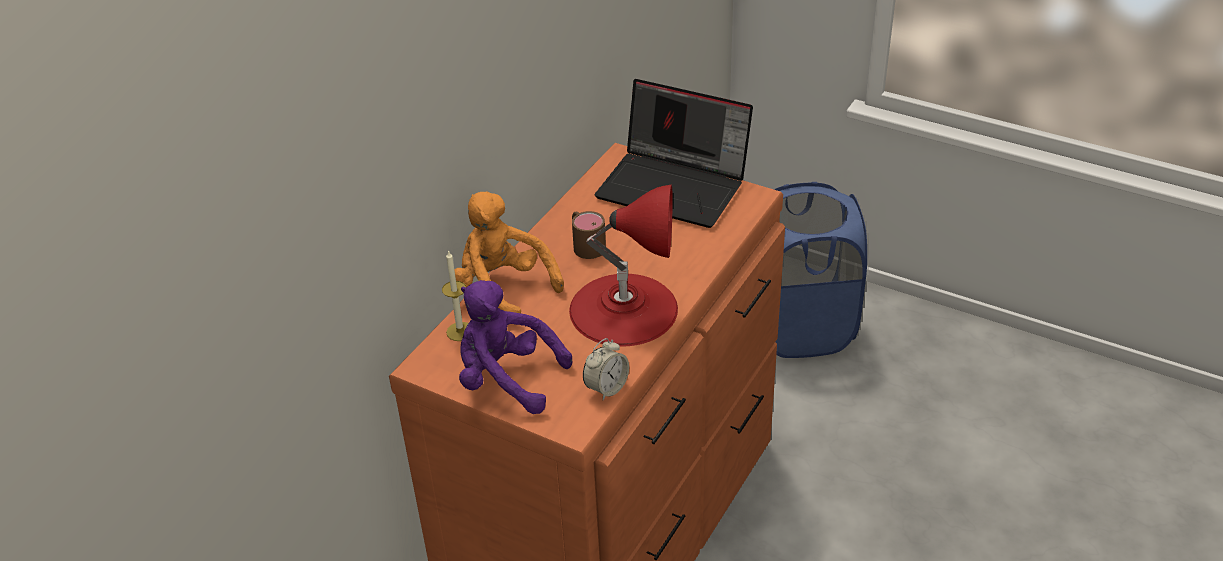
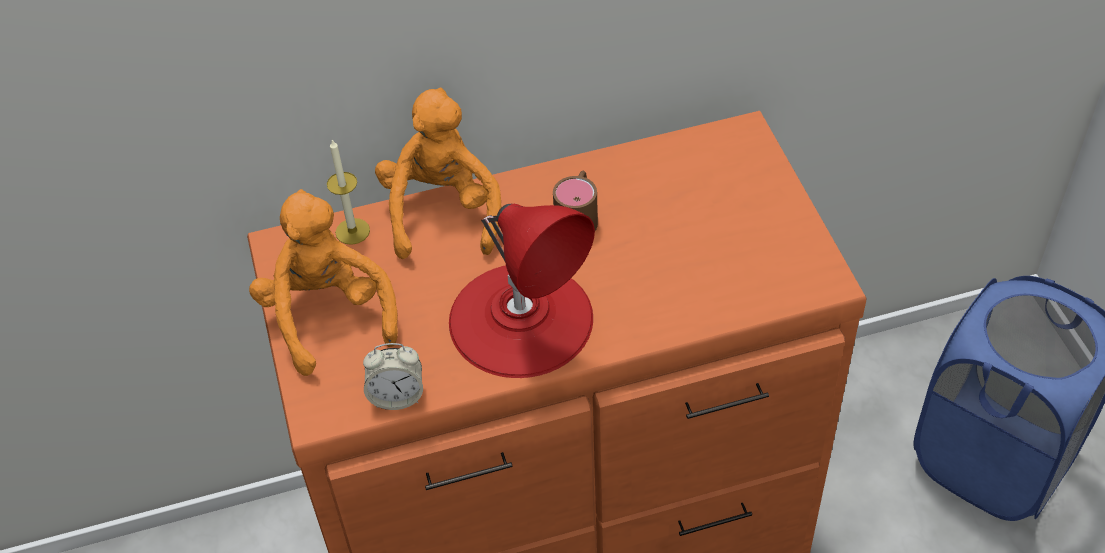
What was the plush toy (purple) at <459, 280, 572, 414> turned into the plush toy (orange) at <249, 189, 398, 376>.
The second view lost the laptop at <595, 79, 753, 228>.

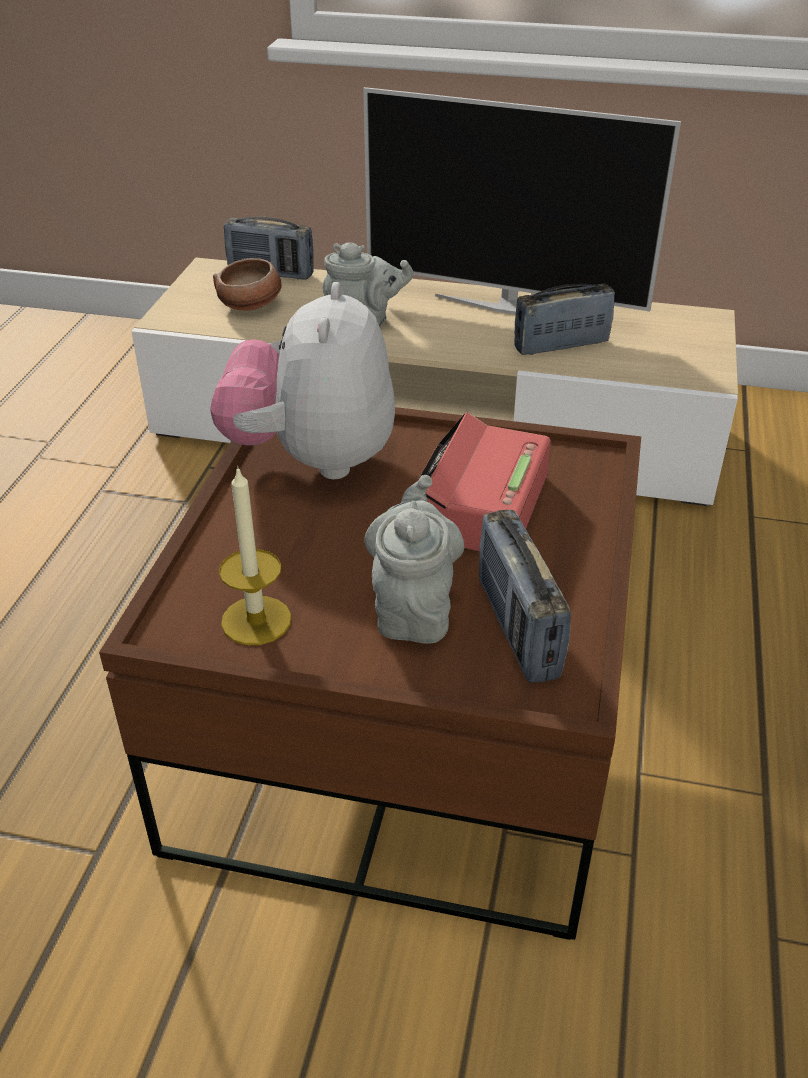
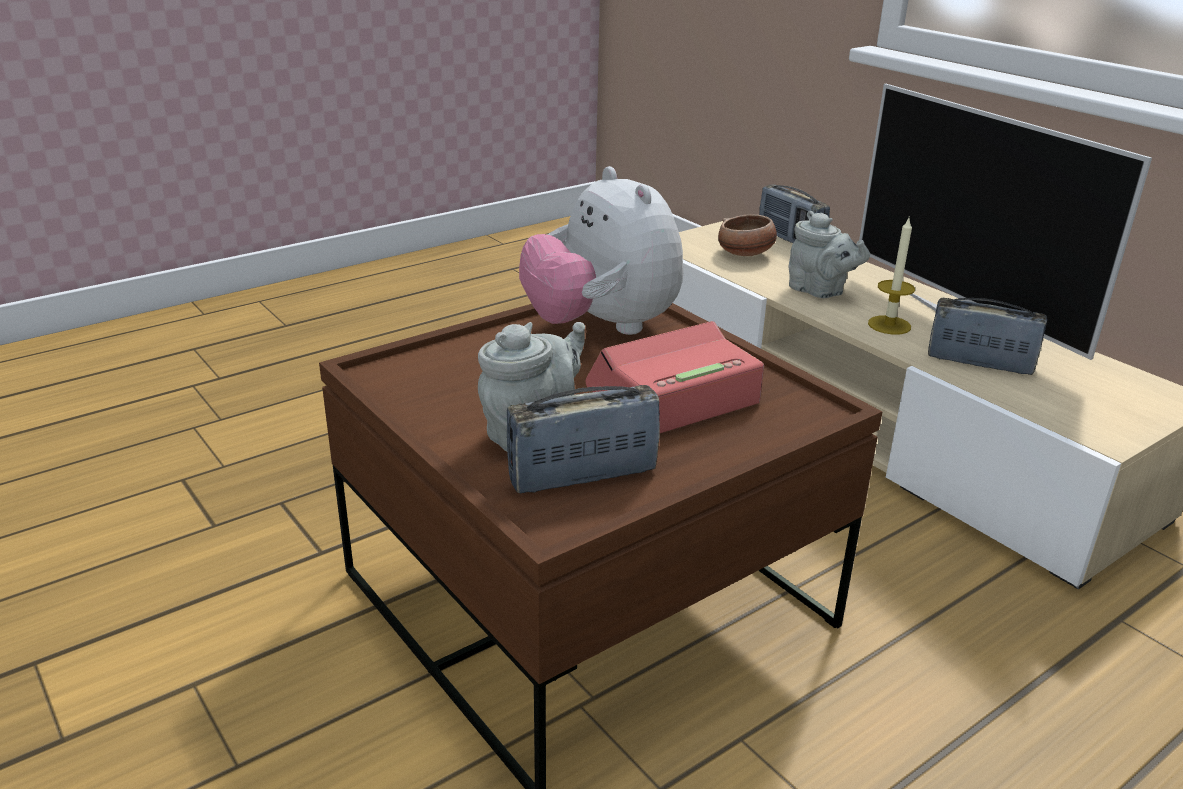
The plush toy at <210, 282, 395, 479> ended up facing another way, 75 degrees counterclockwise from before.
The candle ended up elsewhere, having gone from <219, 466, 291, 645> to <868, 218, 915, 335>.
The radio at <479, 510, 571, 683> ended up facing another way, 45 degrees clockwise from before.

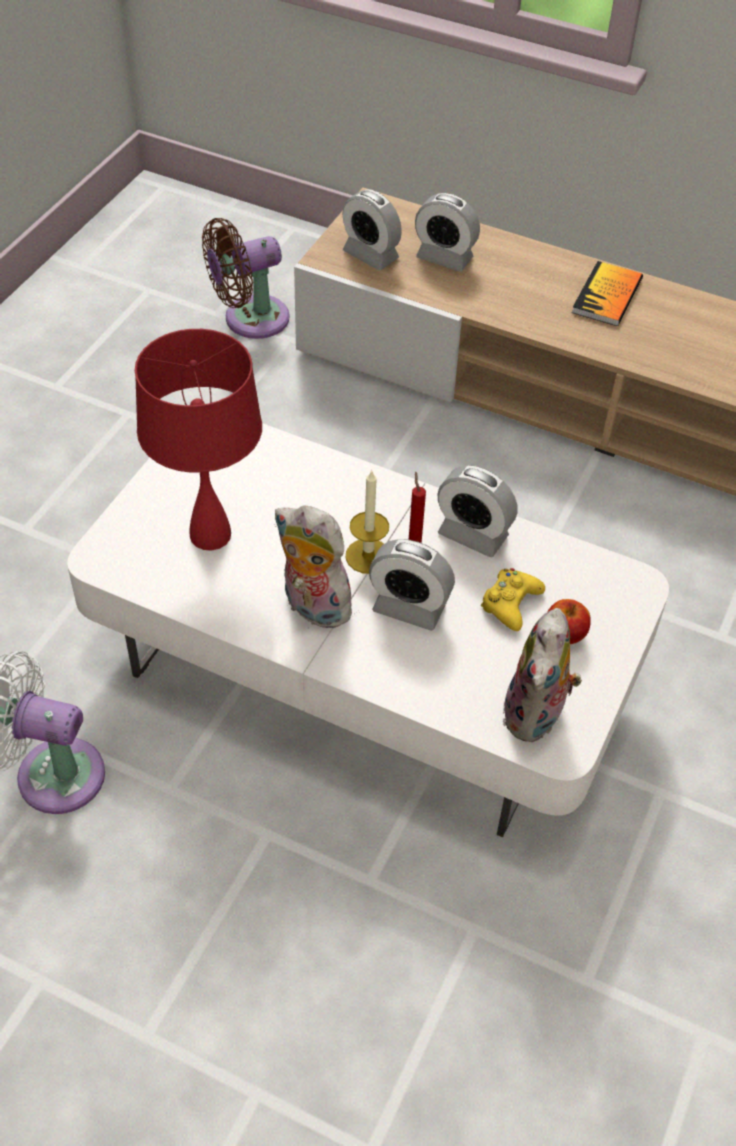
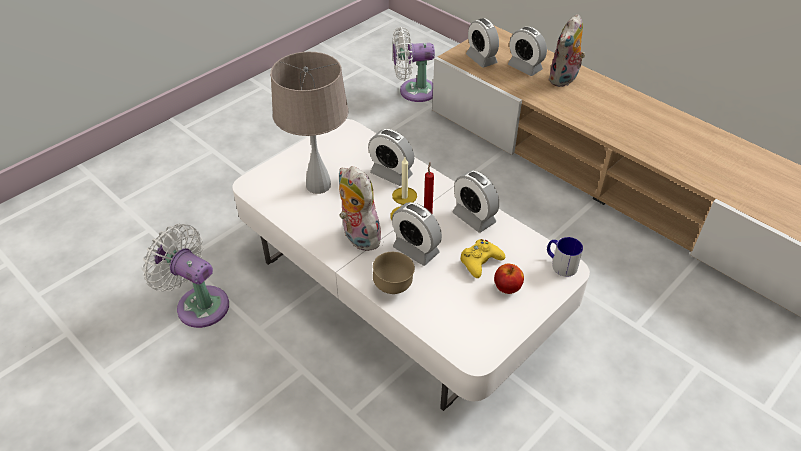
What was the table lamp (red) at <135, 329, 262, 551> turned into the table lamp (beige) at <270, 52, 348, 194>.
What was the fan (brown) at <202, 218, 289, 339> turned into the fan (white) at <392, 27, 435, 102>.
The plush toy ended up elsewhere, having gone from <503, 608, 582, 742> to <548, 14, 585, 87>.
The second view lost the book at <572, 261, 643, 326>.
The second view gained the alarm clock at <368, 129, 414, 186>.
The second view gained the bowl (brown) at <373, 252, 415, 294>.
The second view gained the mug at <547, 237, 583, 277>.

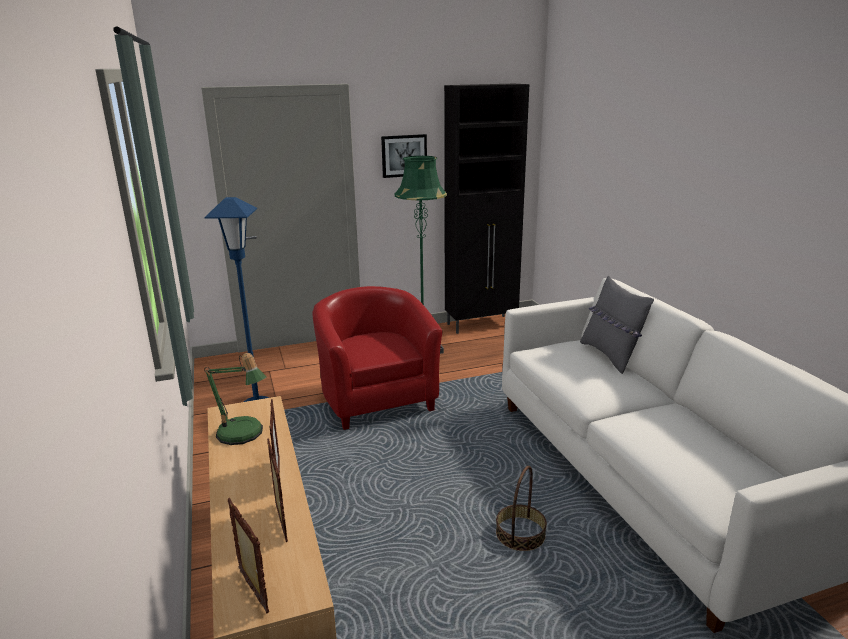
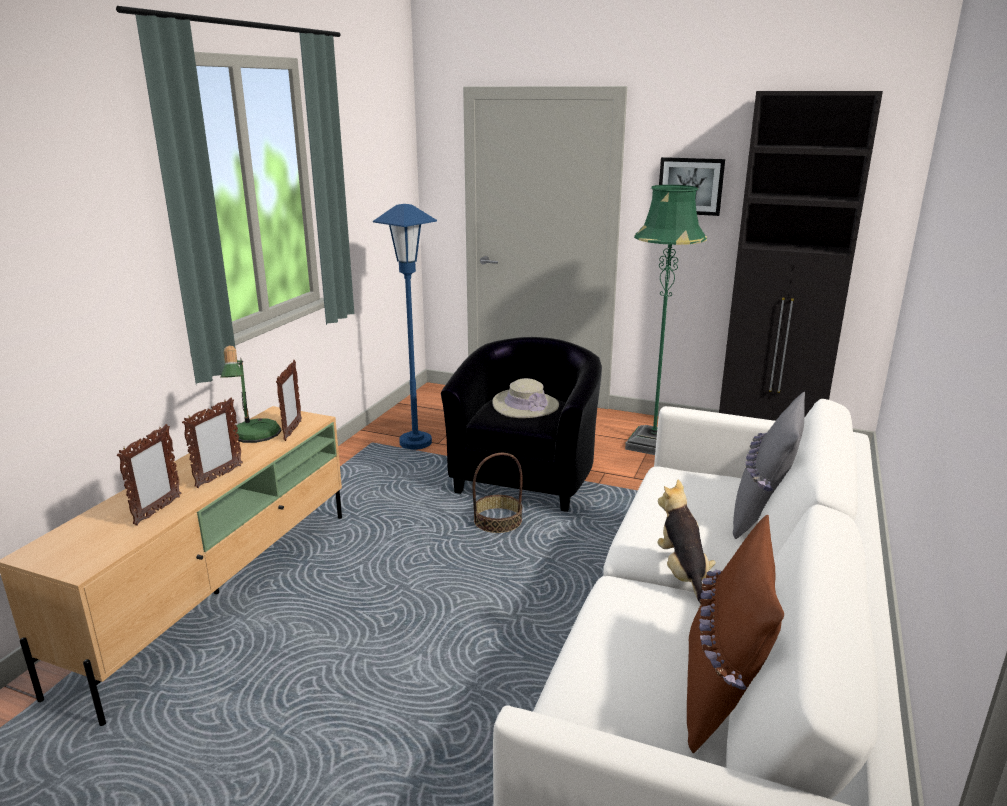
The picture frame ended up elsewhere, having gone from <228, 498, 269, 613> to <276, 360, 302, 441>.
What was the armchair (red) at <312, 286, 442, 430> turned into the armchair (black) at <441, 337, 602, 512>.
The basket ended up elsewhere, having gone from <496, 466, 547, 551> to <473, 453, 523, 533>.
The second view gained the hat (beige) at <492, 378, 559, 418>.
The second view gained the plush toy at <658, 480, 716, 604>.
The second view gained the pillow (brown) at <687, 515, 784, 753>.

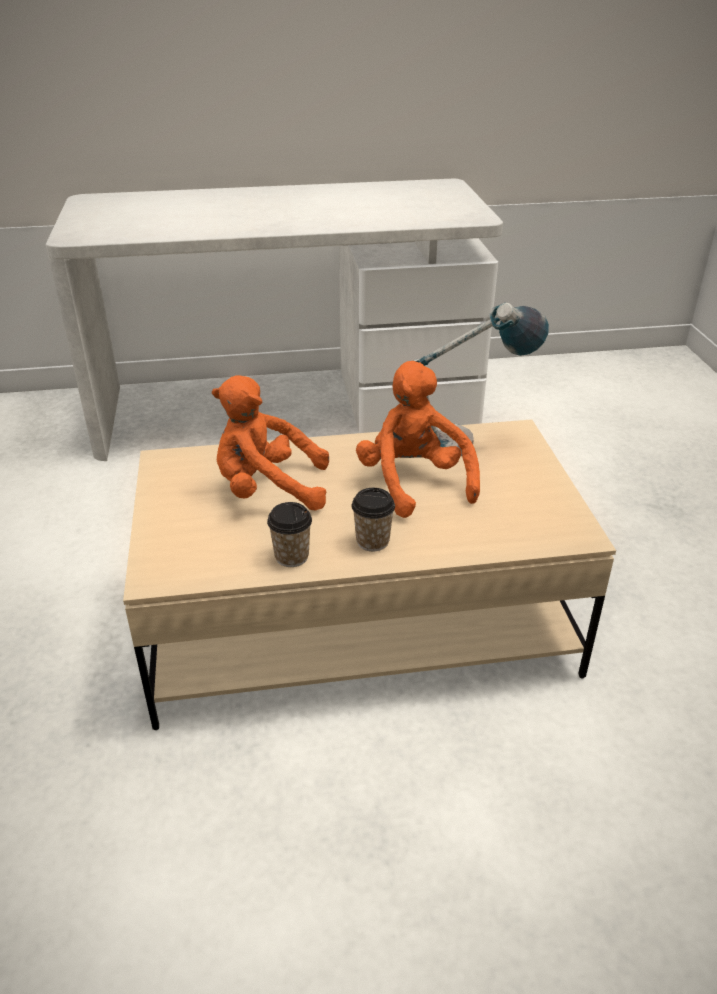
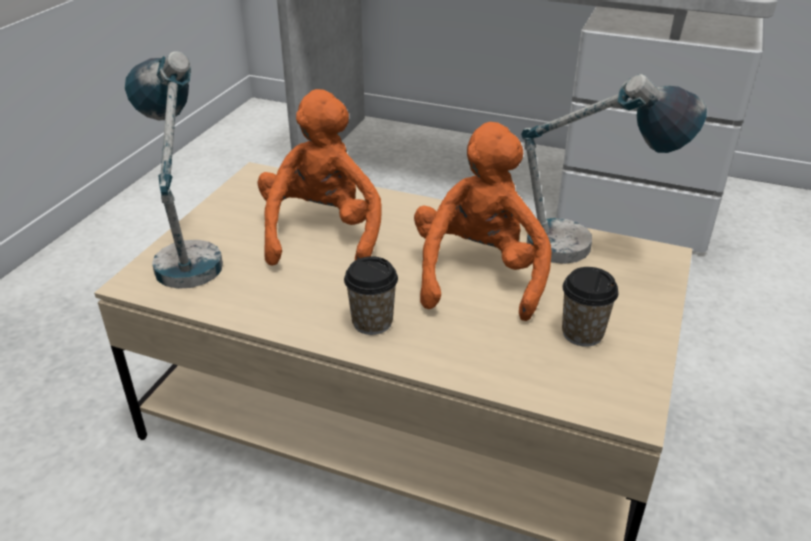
The plush toy (orange) at <212, 375, 329, 511> ended up facing another way, 60 degrees clockwise from before.
The cup ended up elsewhere, having gone from <267, 502, 312, 567> to <562, 267, 619, 347>.
The second view gained the table lamp at <125, 51, 223, 289>.

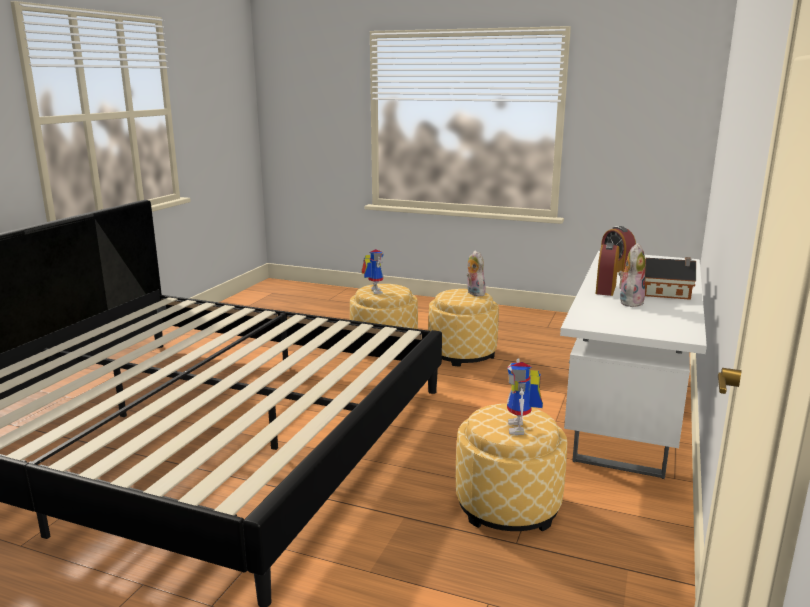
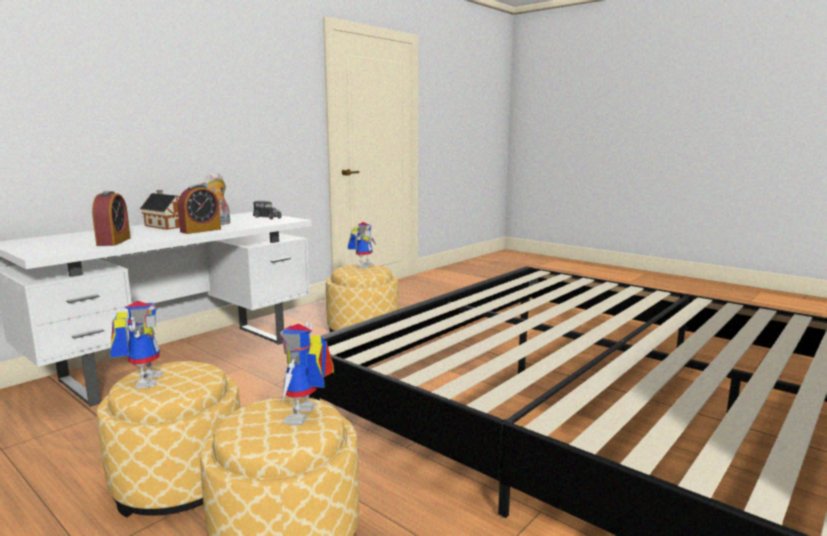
Where the plush toy stood at <466, 250, 486, 296>, the toy robot came to stand at <110, 301, 163, 388>.
The second view gained the toy truck at <253, 200, 281, 220>.

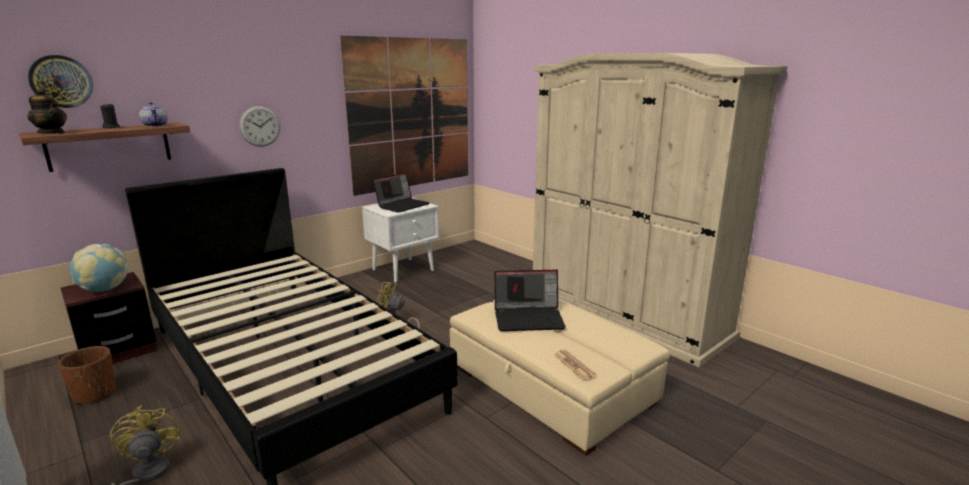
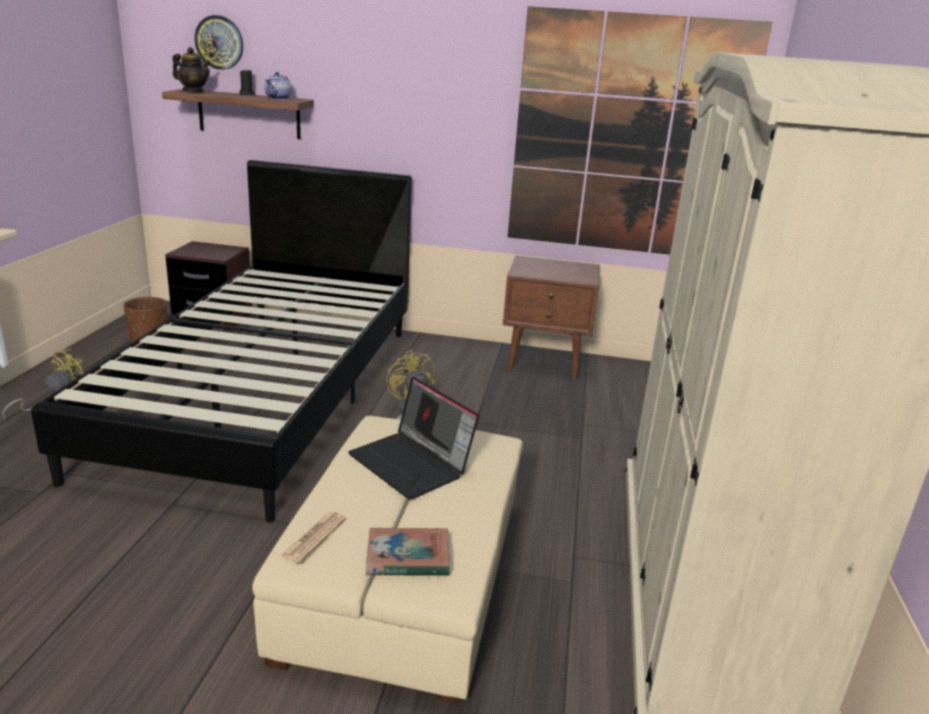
The teapot at <27, 88, 67, 134> ended up facing another way, 60 degrees counterclockwise from before.
The second view lost the globe at <70, 244, 129, 292>.
The second view lost the wall clock at <239, 106, 280, 147>.
What was the nightstand (white) at <362, 198, 440, 282> turned into the nightstand (brown) at <503, 256, 600, 380>.
The second view lost the laptop at <373, 172, 430, 213>.
The second view gained the book at <366, 528, 450, 576>.

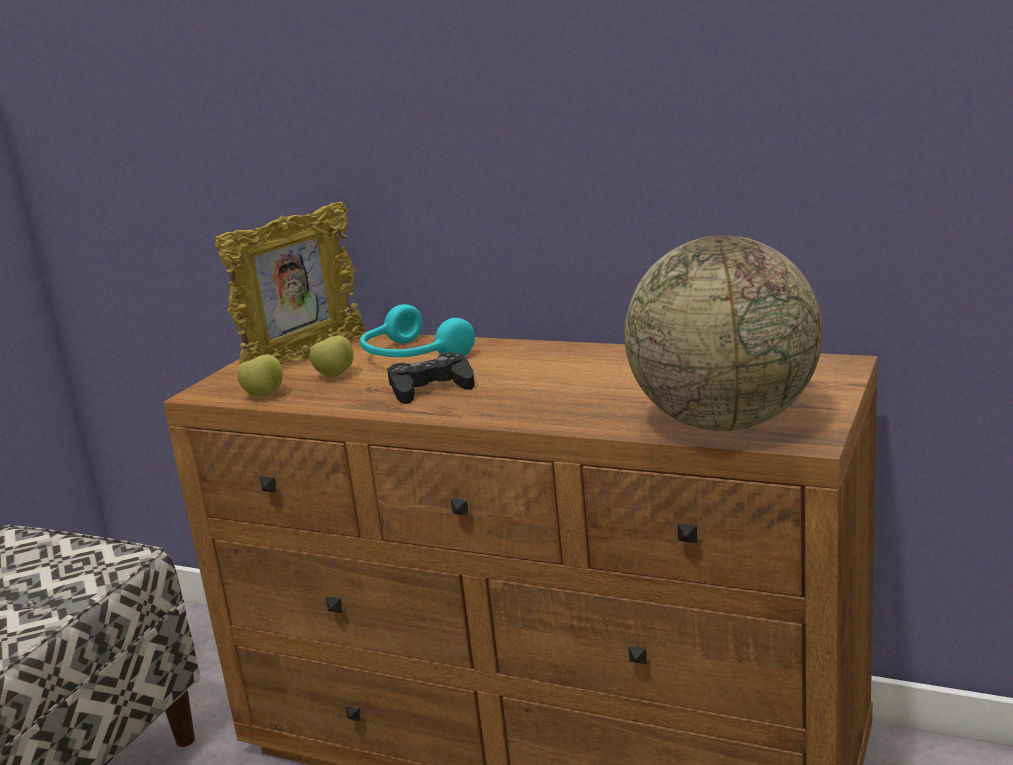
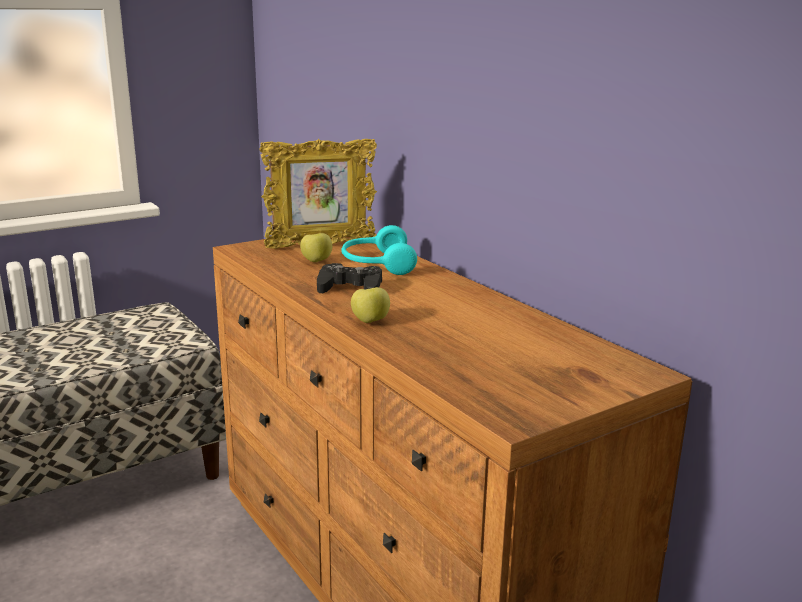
The apple ended up elsewhere, having gone from <237, 354, 283, 397> to <351, 287, 390, 323>.
The second view lost the globe at <624, 235, 823, 431>.

